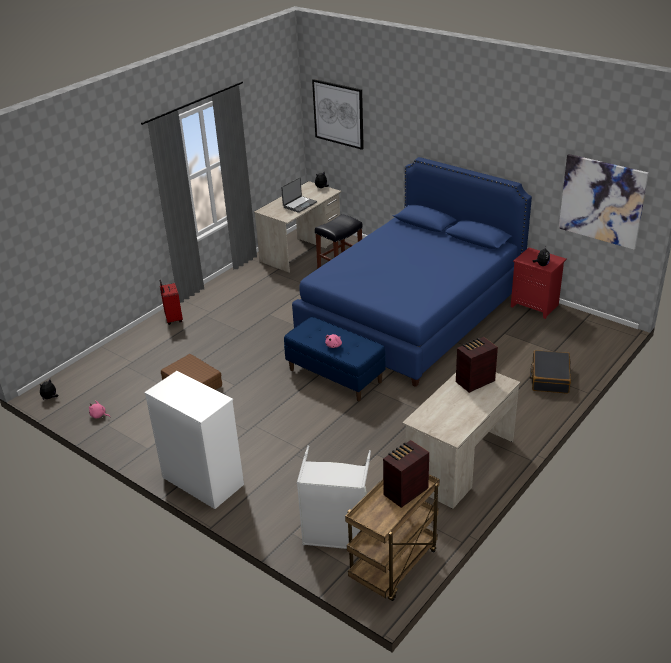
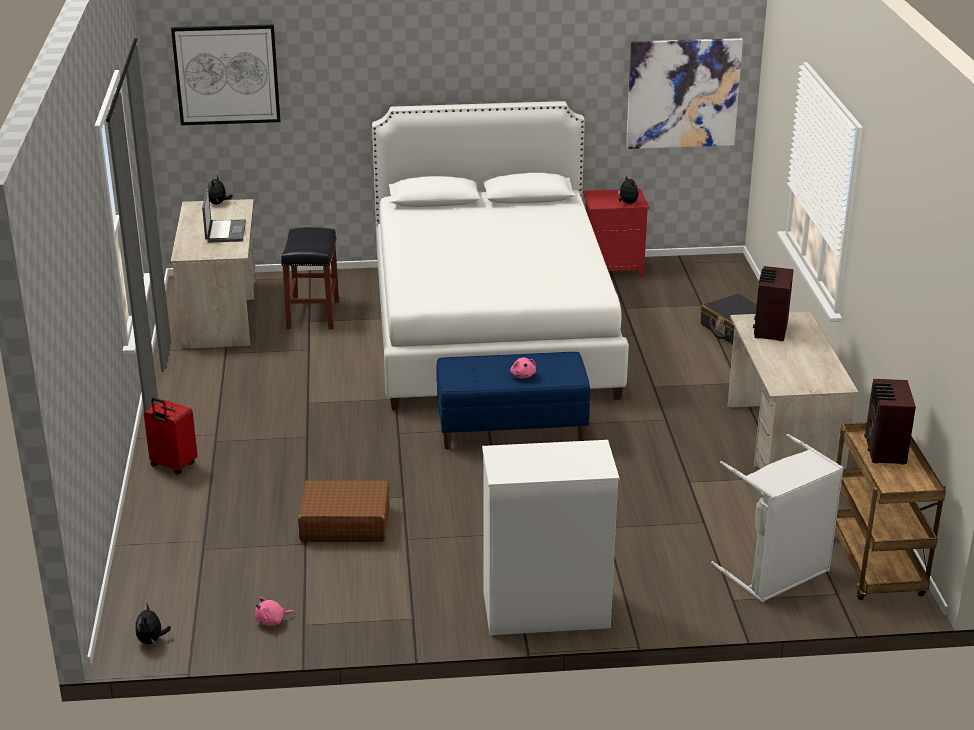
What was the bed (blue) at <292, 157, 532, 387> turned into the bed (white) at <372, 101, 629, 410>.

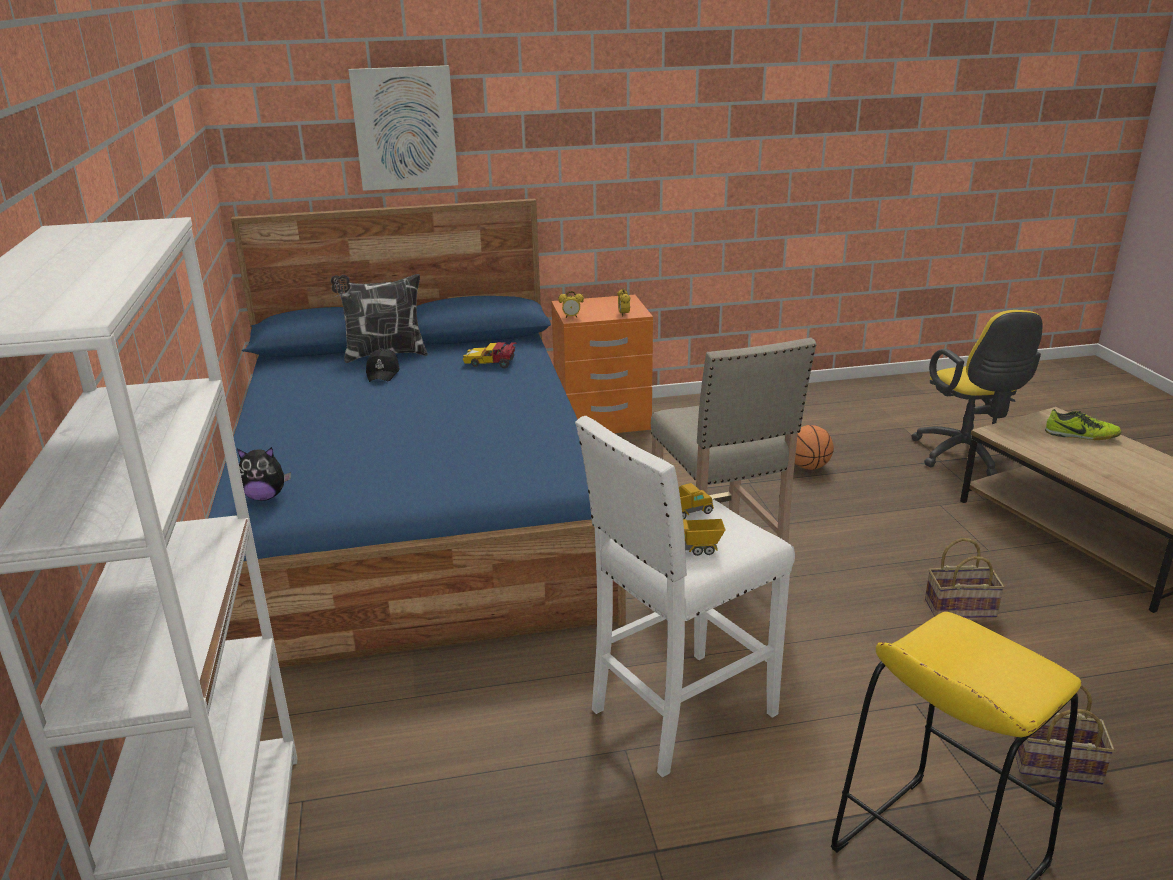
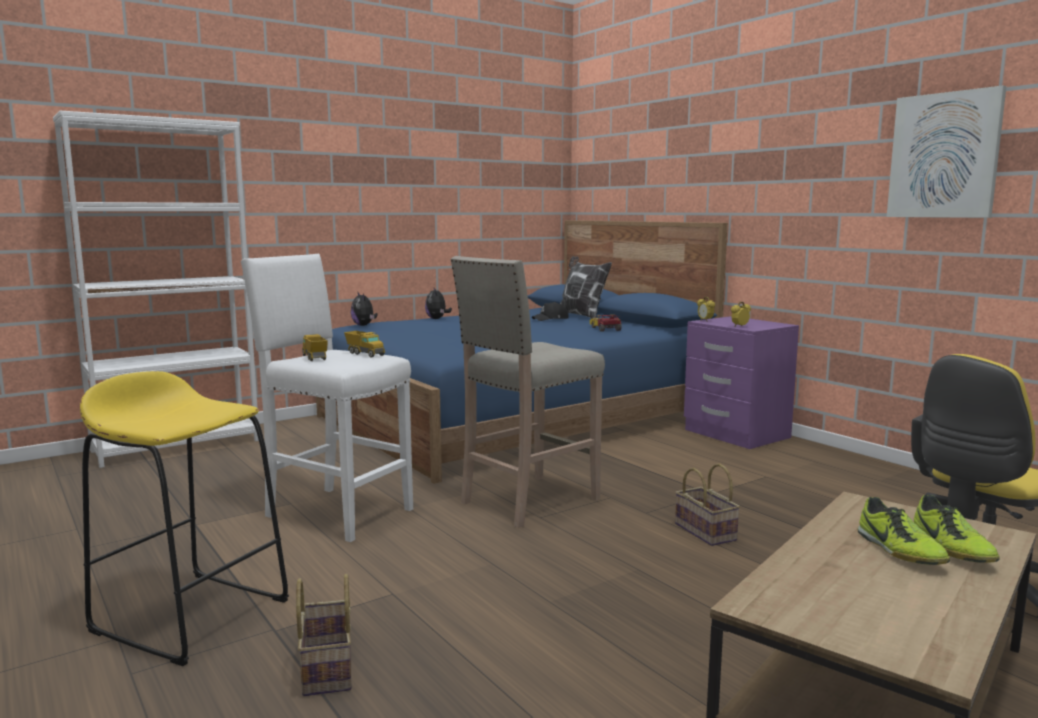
The picture ended up elsewhere, having gone from <349, 65, 458, 191> to <887, 85, 1006, 218>.
What was the nightstand (orange) at <551, 295, 653, 433> turned into the nightstand (purple) at <684, 316, 799, 449>.
The second view lost the basketball at <795, 425, 834, 470>.
The basket ended up elsewhere, having gone from <925, 538, 1005, 618> to <675, 463, 740, 546>.
The second view gained the plush toy at <425, 288, 452, 319>.
The second view gained the shoe at <858, 497, 950, 565>.

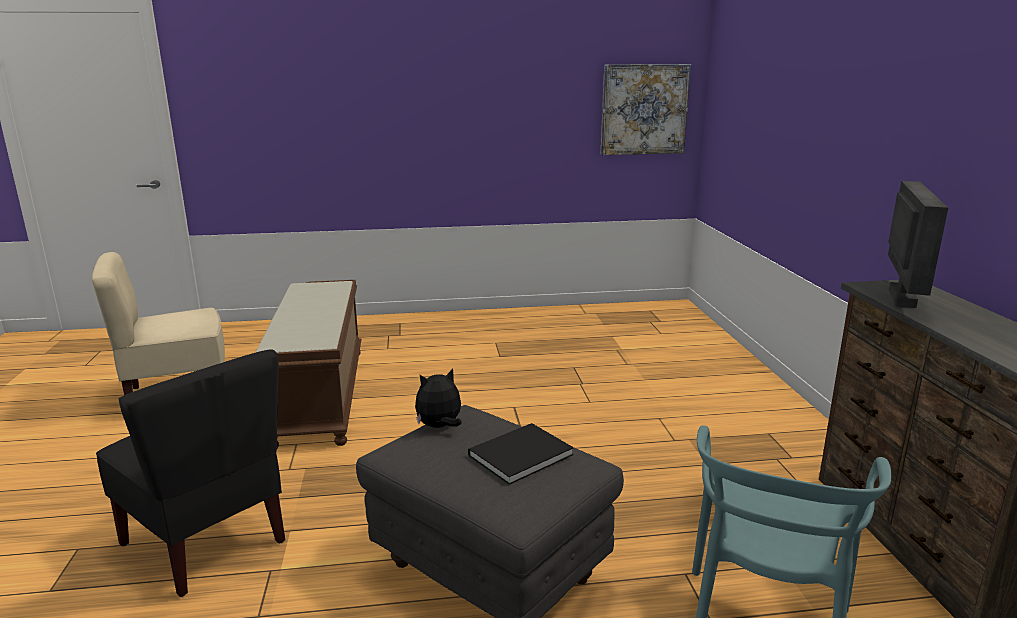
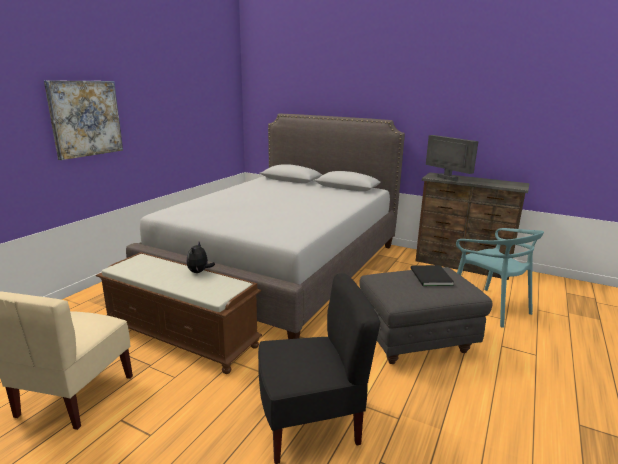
The plush toy ended up elsewhere, having gone from <415, 369, 462, 428> to <187, 242, 215, 273>.
The picture ended up elsewhere, having gone from <601, 64, 691, 155> to <44, 80, 123, 160>.
The second view gained the bed (grey) at <126, 113, 405, 339>.

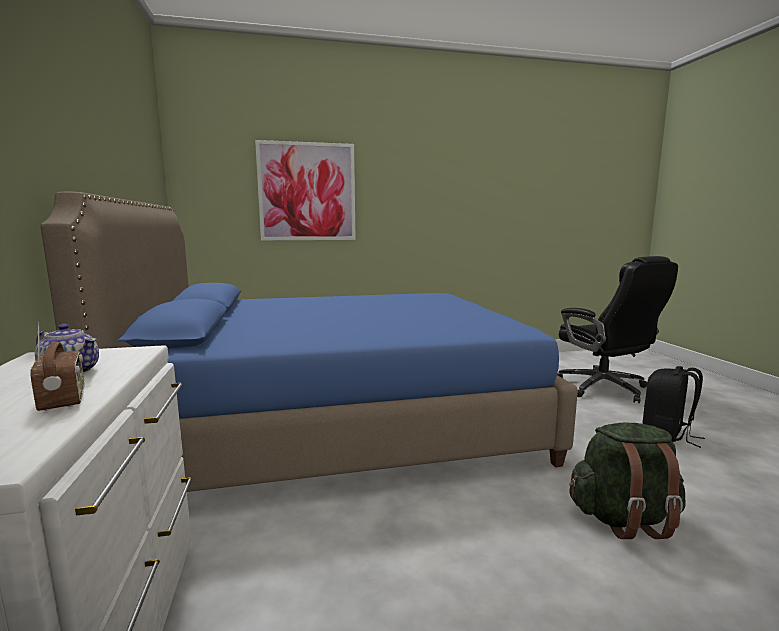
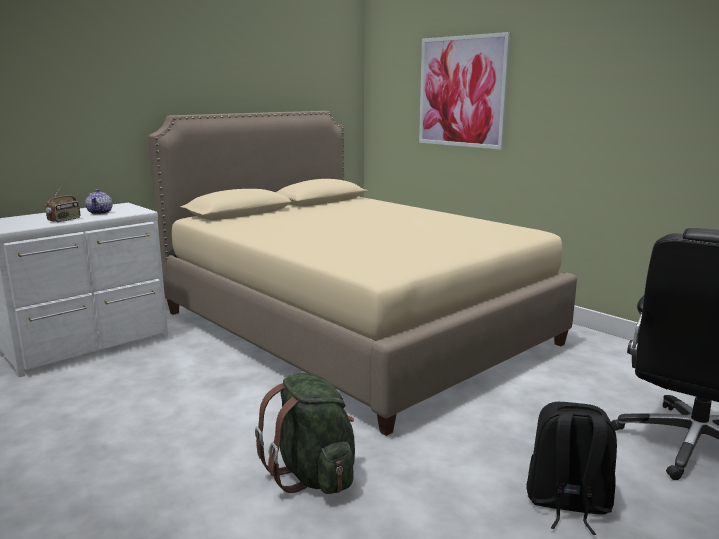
What was the bed (blue) at <41, 191, 578, 492> turned into the bed (beige) at <148, 111, 577, 436>.

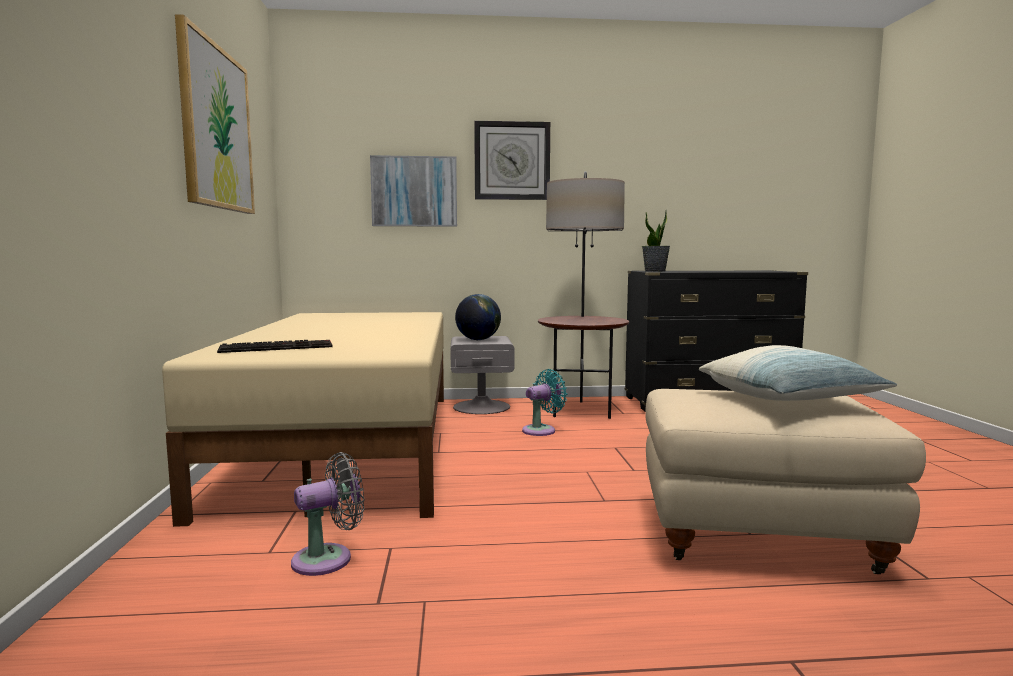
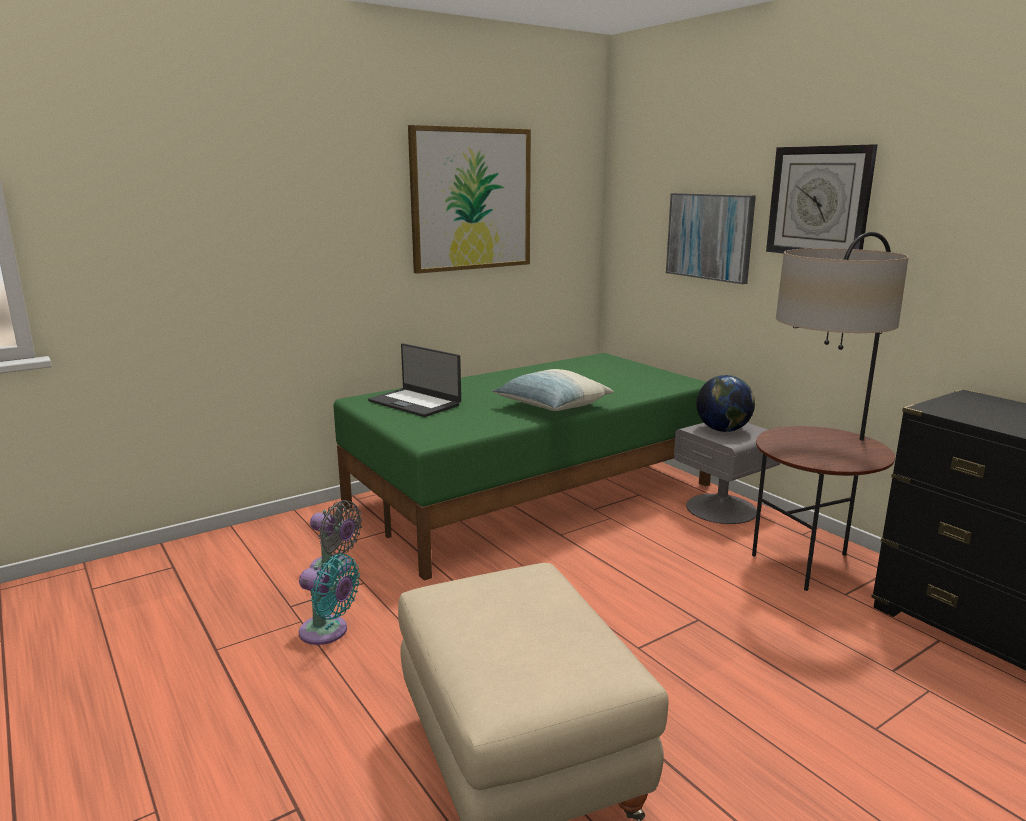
What was the bed (beige) at <162, 312, 444, 527> turned into the bed (green) at <333, 353, 711, 581>.
Where the keyboard stood at <217, 340, 333, 353>, the laptop came to stand at <368, 343, 461, 417>.
The fan (turquoise) ended up elsewhere, having gone from <522, 369, 567, 436> to <299, 554, 360, 645>.
The second view lost the potted plant at <642, 210, 670, 272>.
The pillow ended up elsewhere, having gone from <699, 345, 897, 401> to <492, 369, 614, 411>.

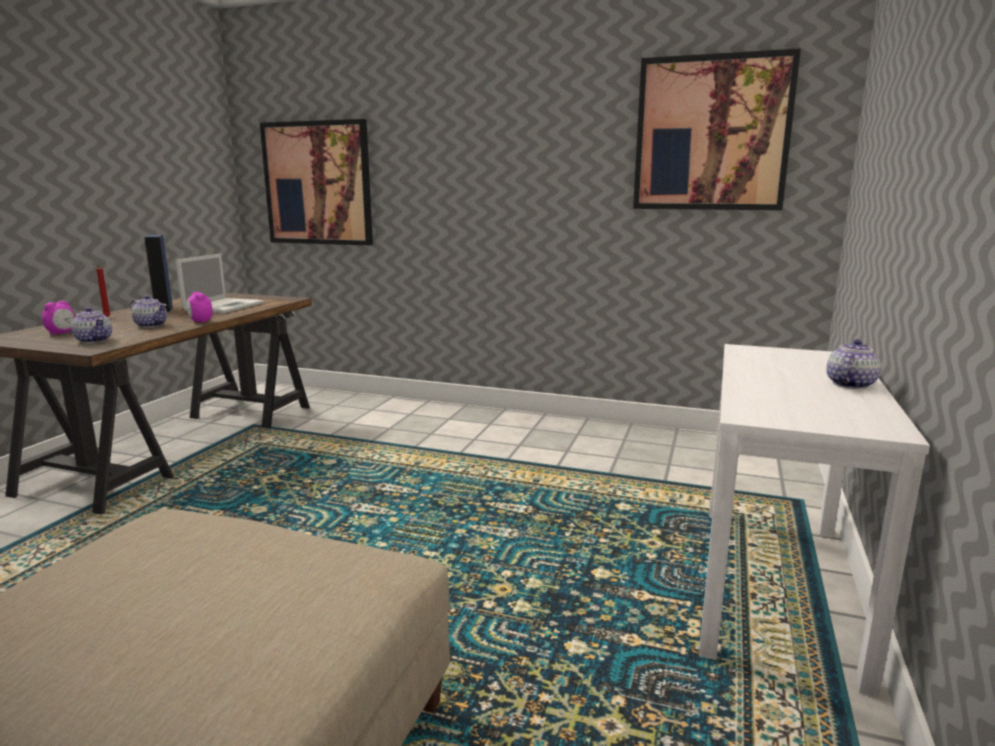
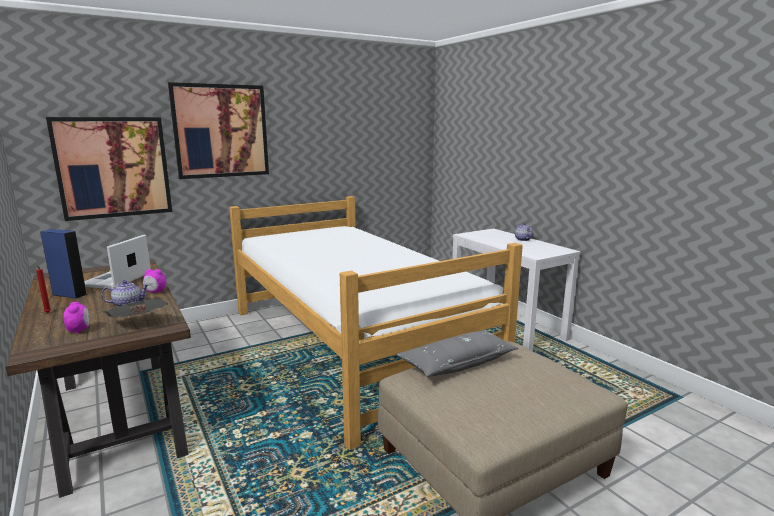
Where the teapot stood at <71, 307, 112, 343>, the newspaper came to stand at <103, 299, 169, 318>.
The laptop at <176, 253, 264, 313> ended up facing another way, 135 degrees counterclockwise from before.
The picture ended up elsewhere, having gone from <633, 48, 801, 210> to <168, 82, 269, 179>.
The second view gained the bed at <229, 196, 523, 450>.
The second view gained the pillow (grey) at <397, 330, 518, 377>.

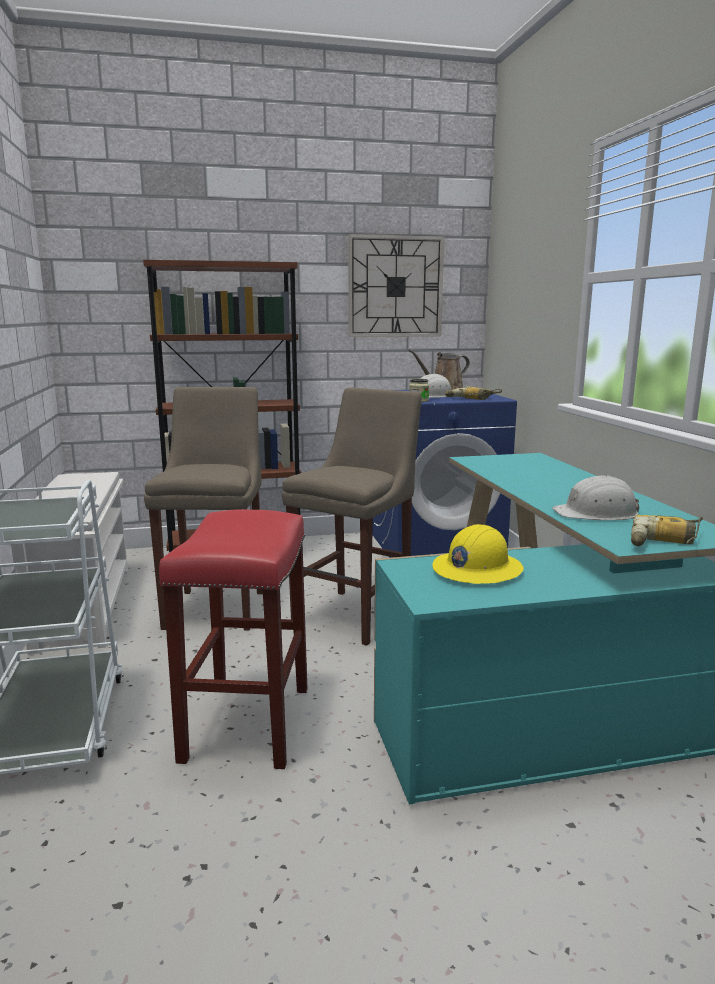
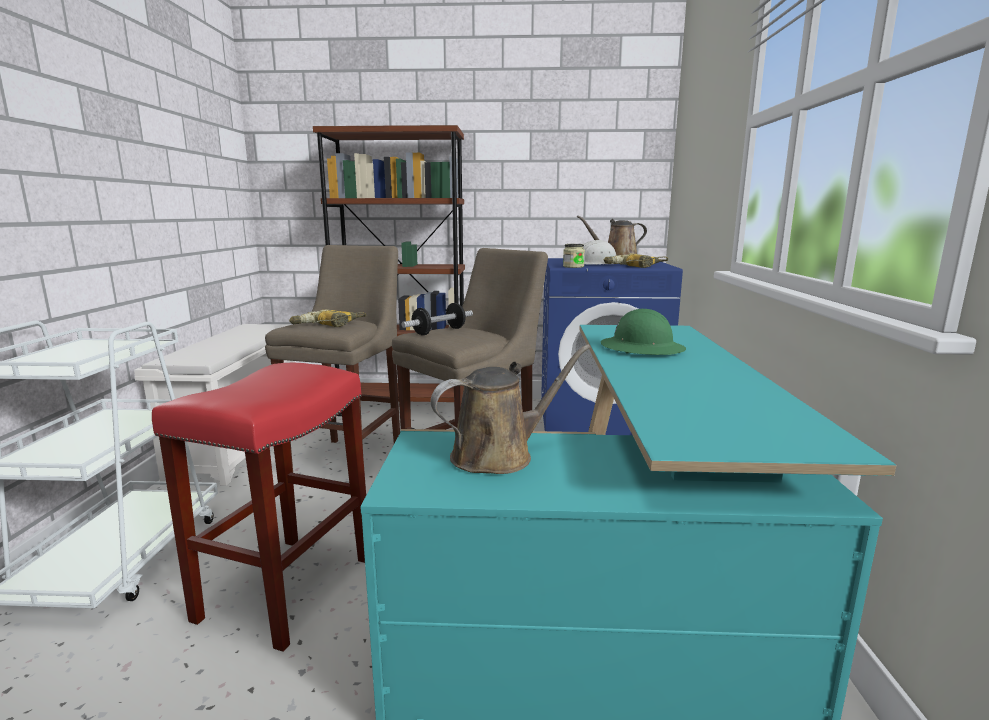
The second view lost the wall clock at <348, 234, 444, 337>.
Where the hard hat (yellow) stood at <432, 524, 524, 584>, the watering can (brown) came to stand at <431, 345, 590, 474>.
The second view lost the hard hat (white) at <552, 475, 639, 520>.
The power drill ended up elsewhere, having gone from <631, 515, 703, 546> to <289, 309, 367, 327>.
The second view gained the dumbbell at <402, 303, 473, 335>.
The second view gained the hard hat (green) at <601, 309, 686, 355>.

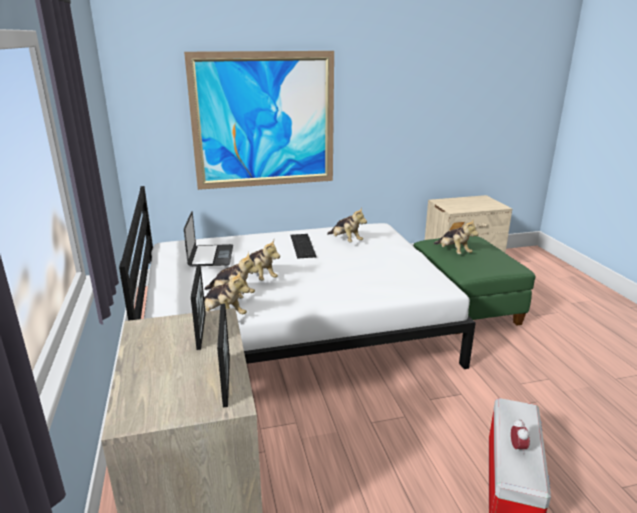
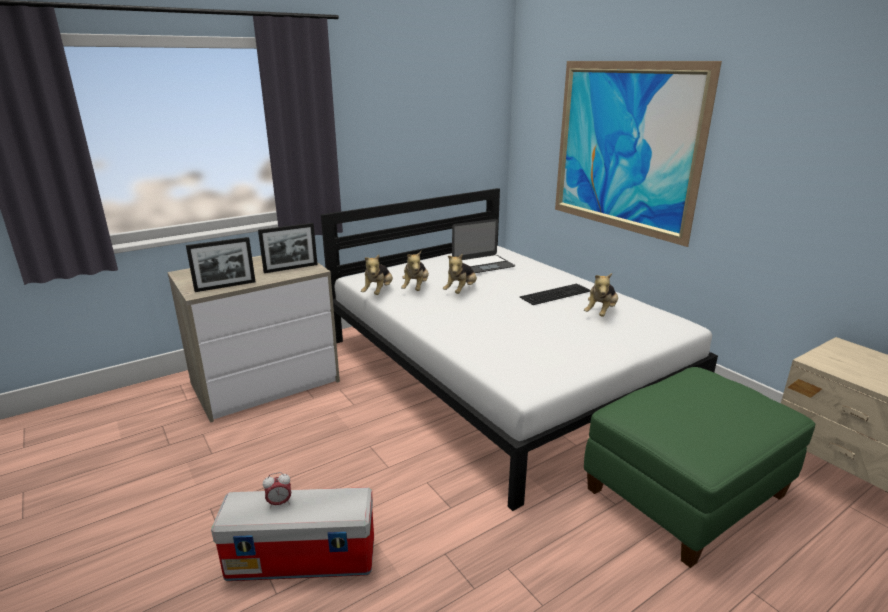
The second view lost the plush toy at <433, 219, 479, 254>.

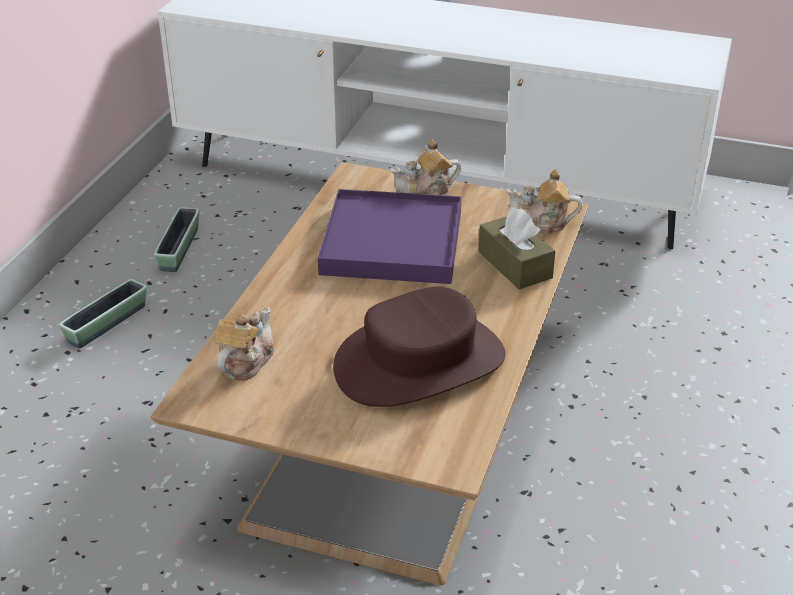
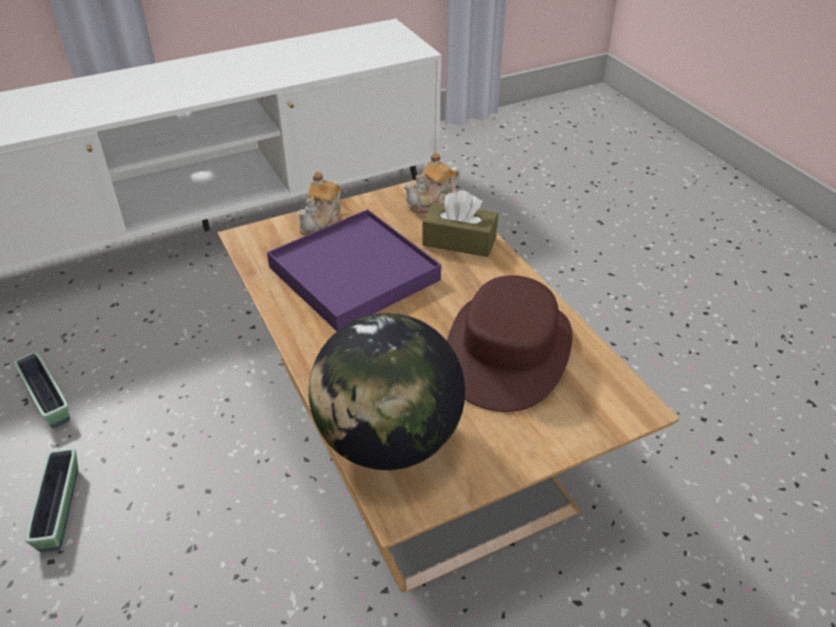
Where the teapot stood at <215, 307, 274, 381>, the globe came to stand at <309, 313, 465, 470>.

